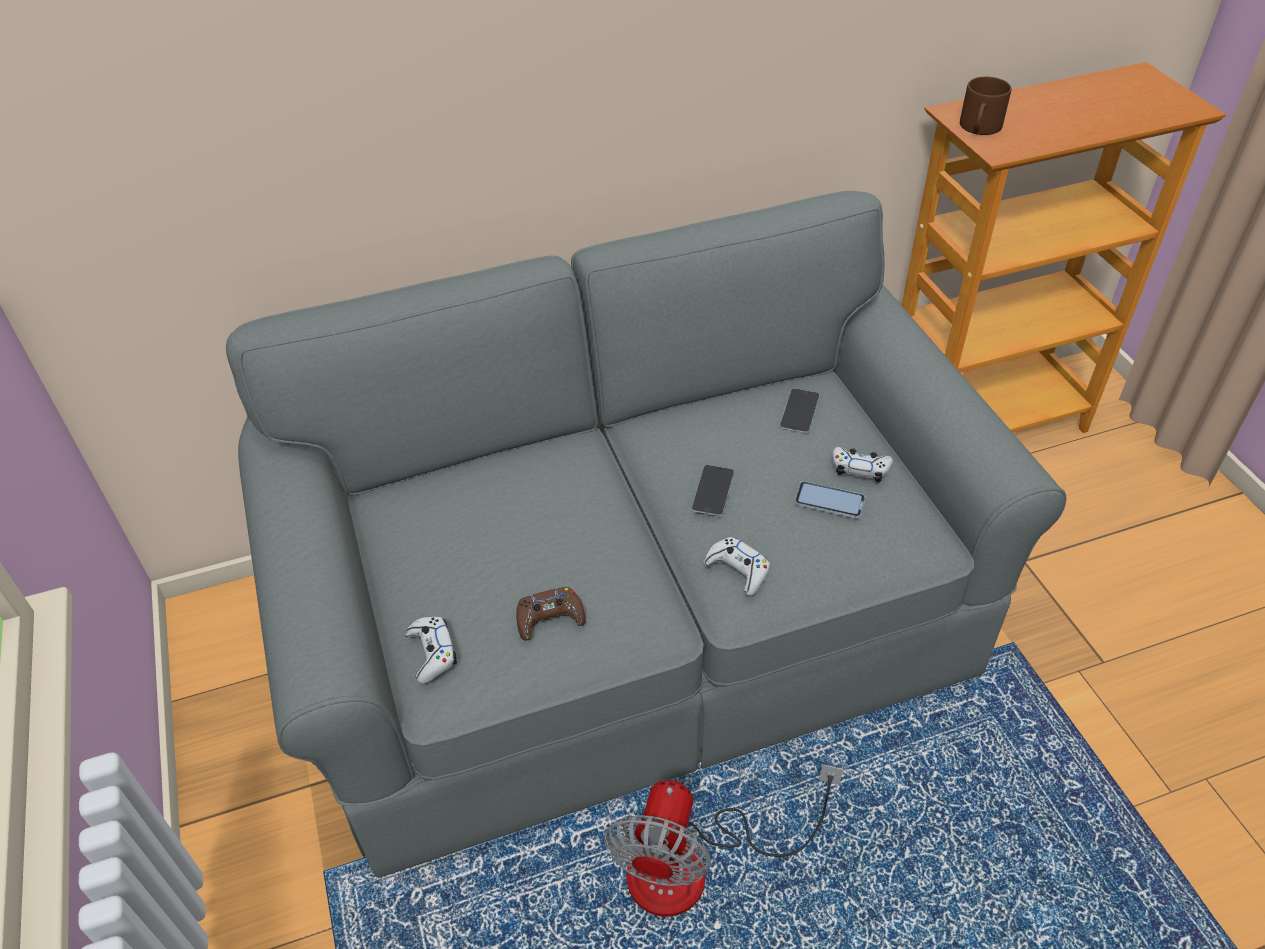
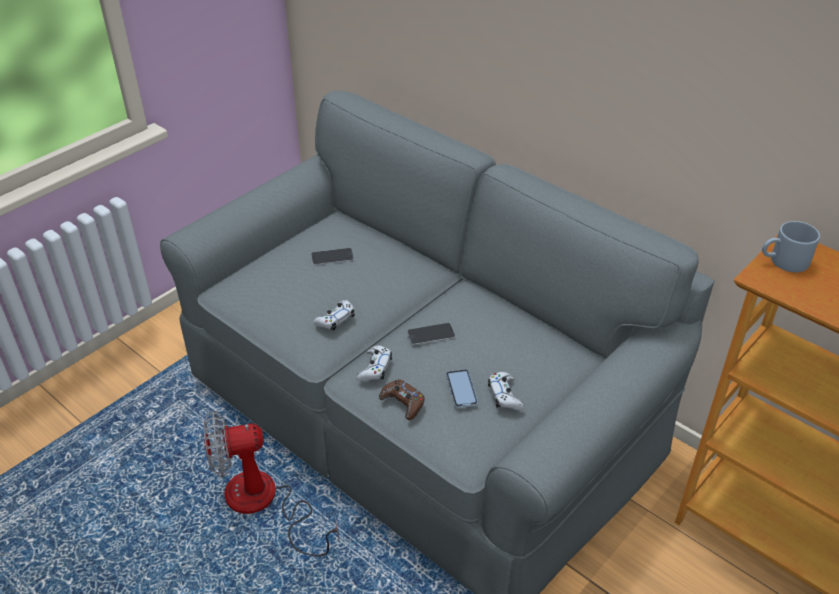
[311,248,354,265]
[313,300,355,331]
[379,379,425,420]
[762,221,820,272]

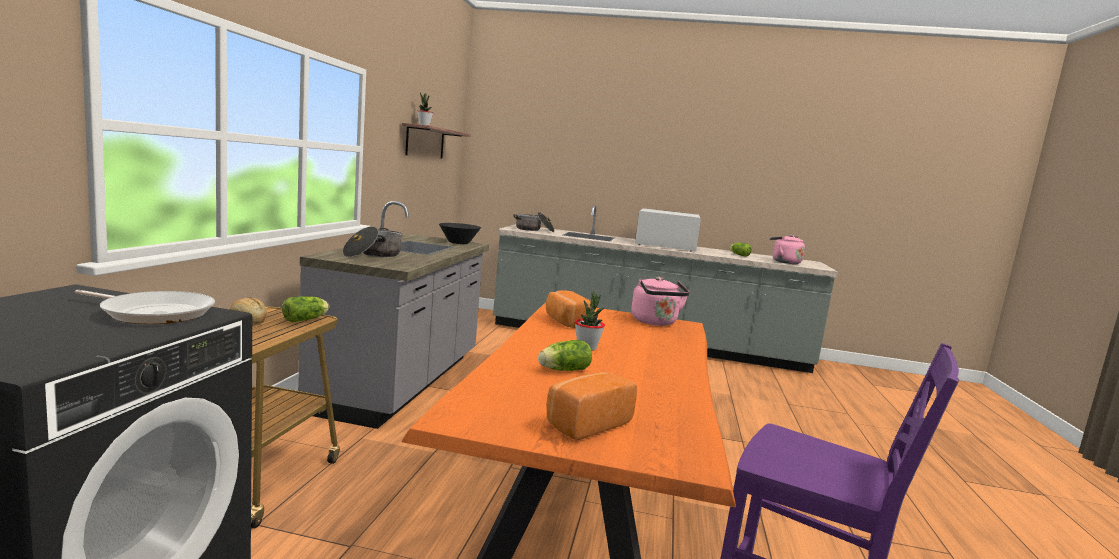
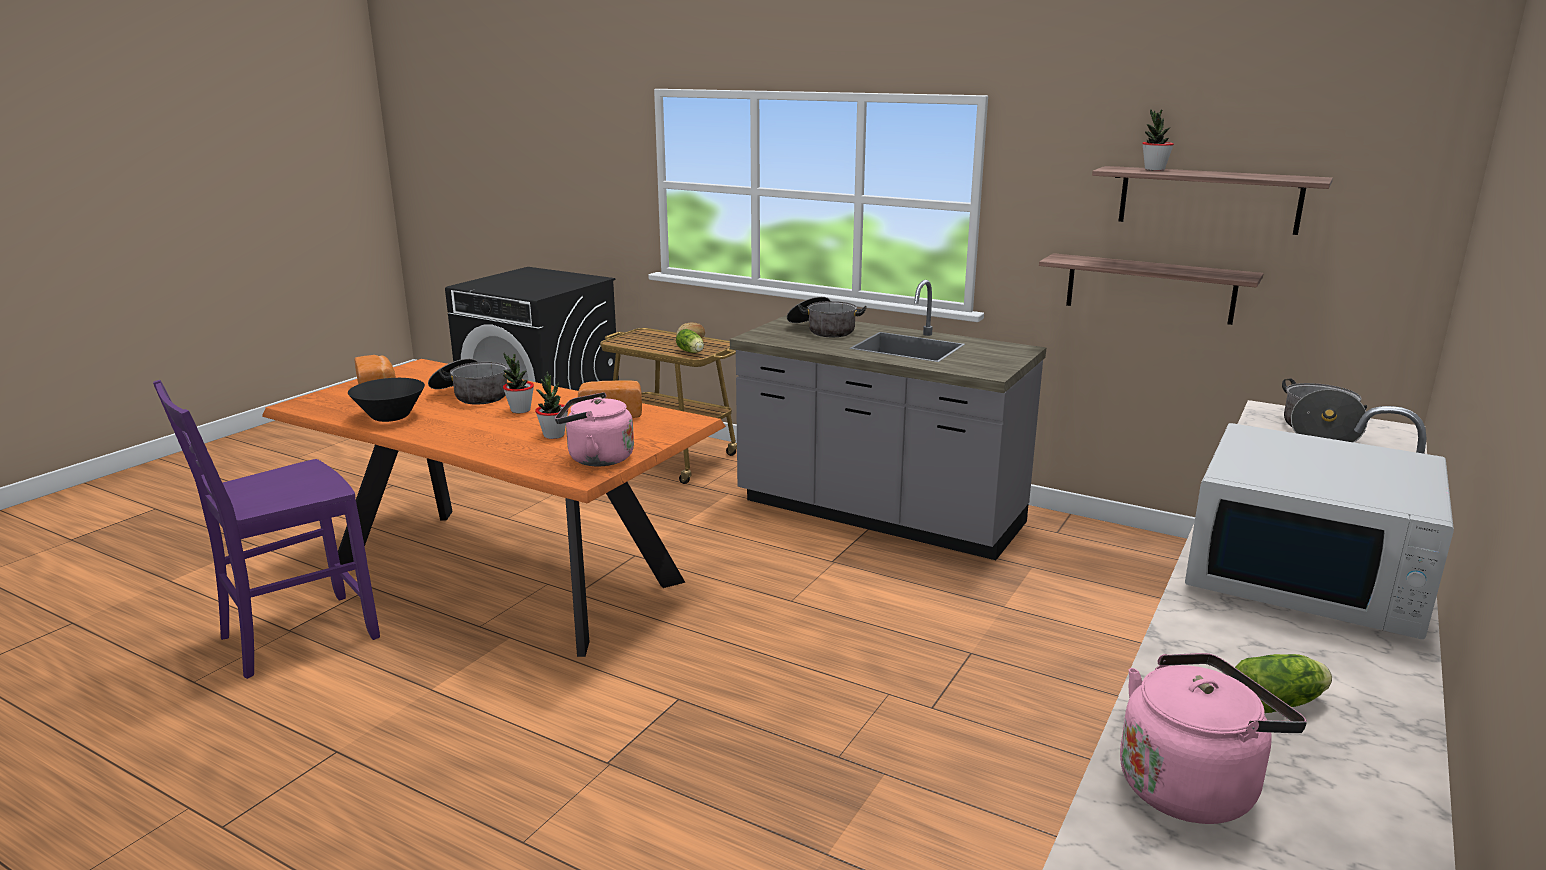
[348,378,425,422]
[428,359,512,405]
[535,372,569,439]
[1039,253,1264,325]
[1185,423,1454,639]
[75,290,215,324] (first image)

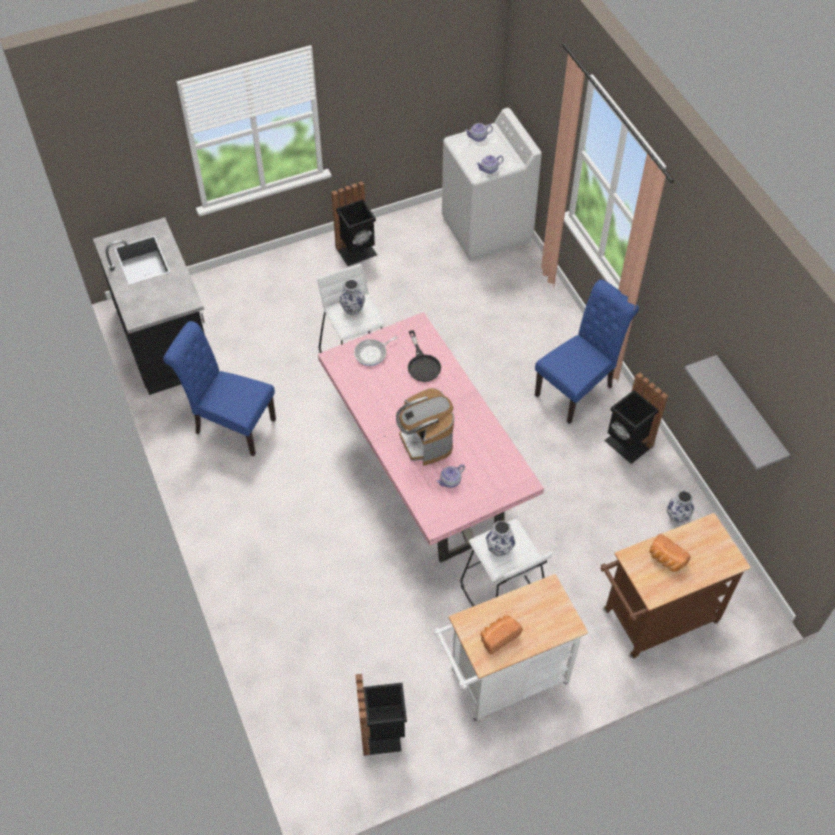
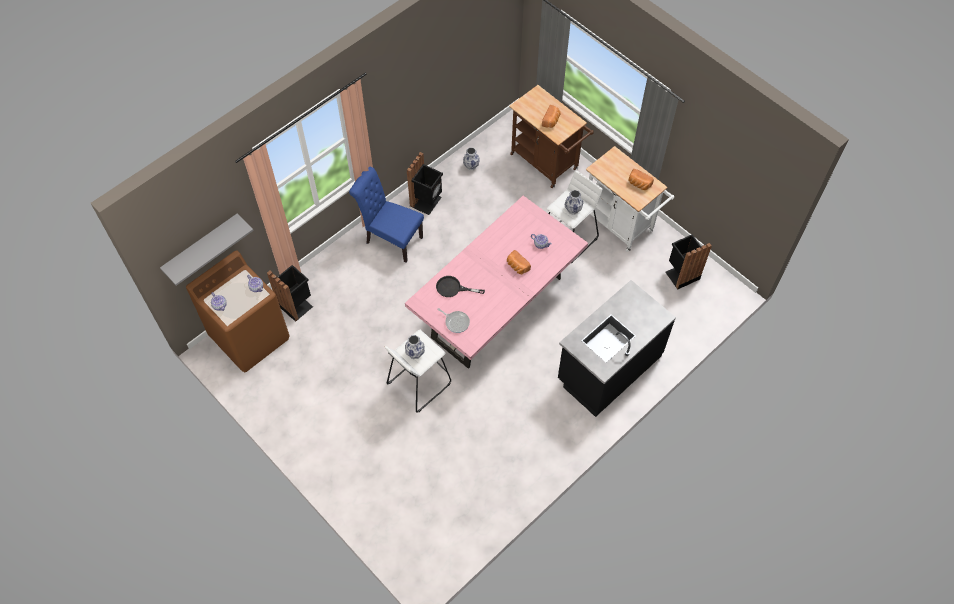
[160,214,254,286]
[186,250,290,372]
[267,265,313,322]
[436,276,485,297]
[507,250,531,274]
[558,280,676,417]
[163,321,276,456] (first image)

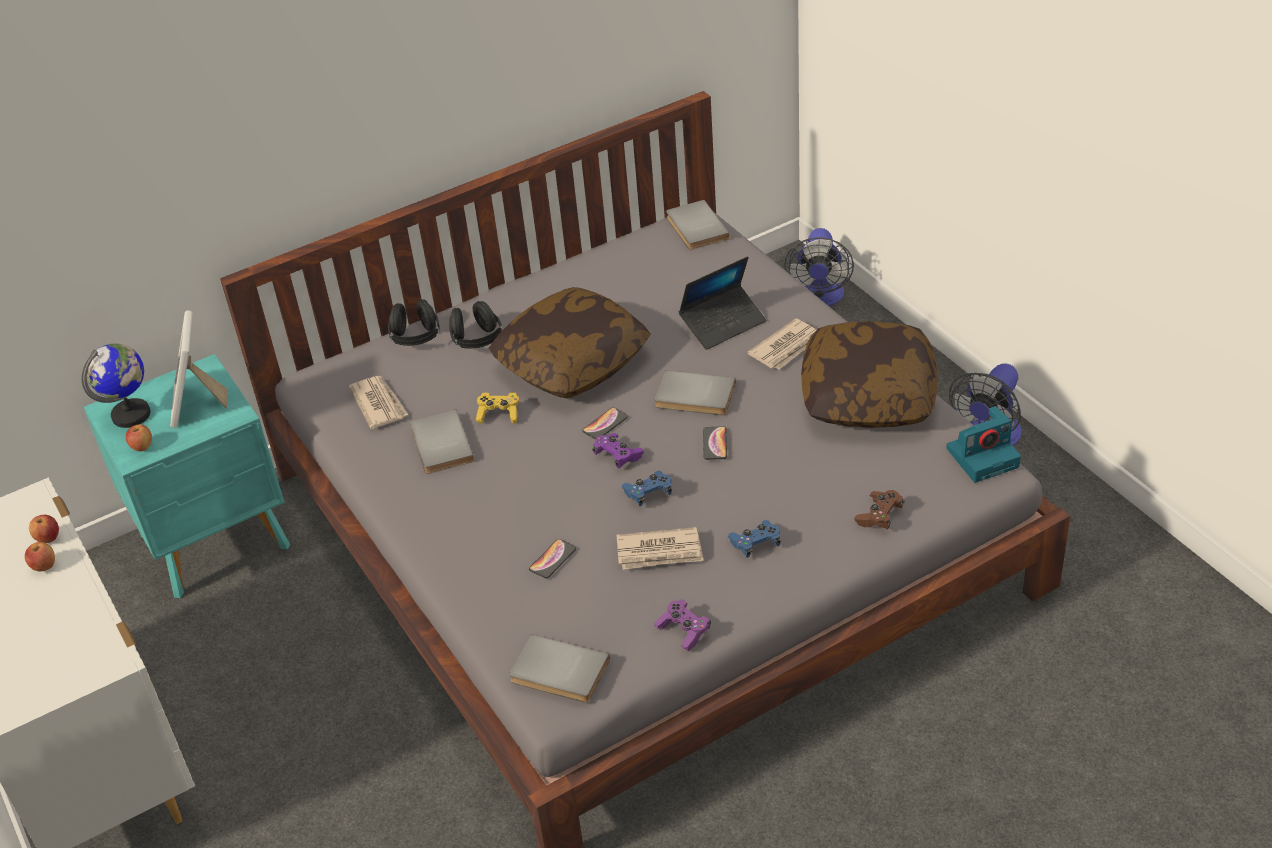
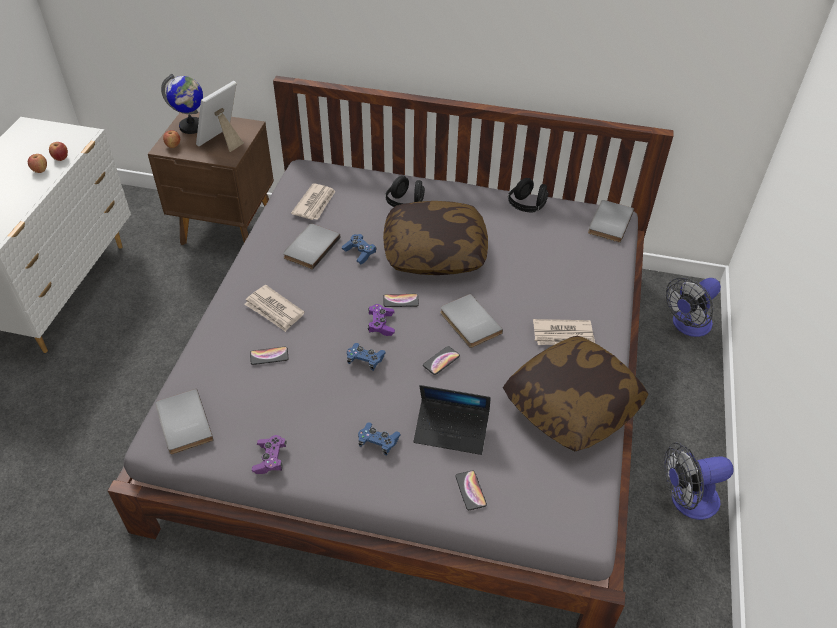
[148,112,274,245]
[244,285,304,332]
[342,234,377,264]
[414,385,491,455]
[455,471,487,510]
[508,178,549,212]
[946,406,1021,483] (first image)

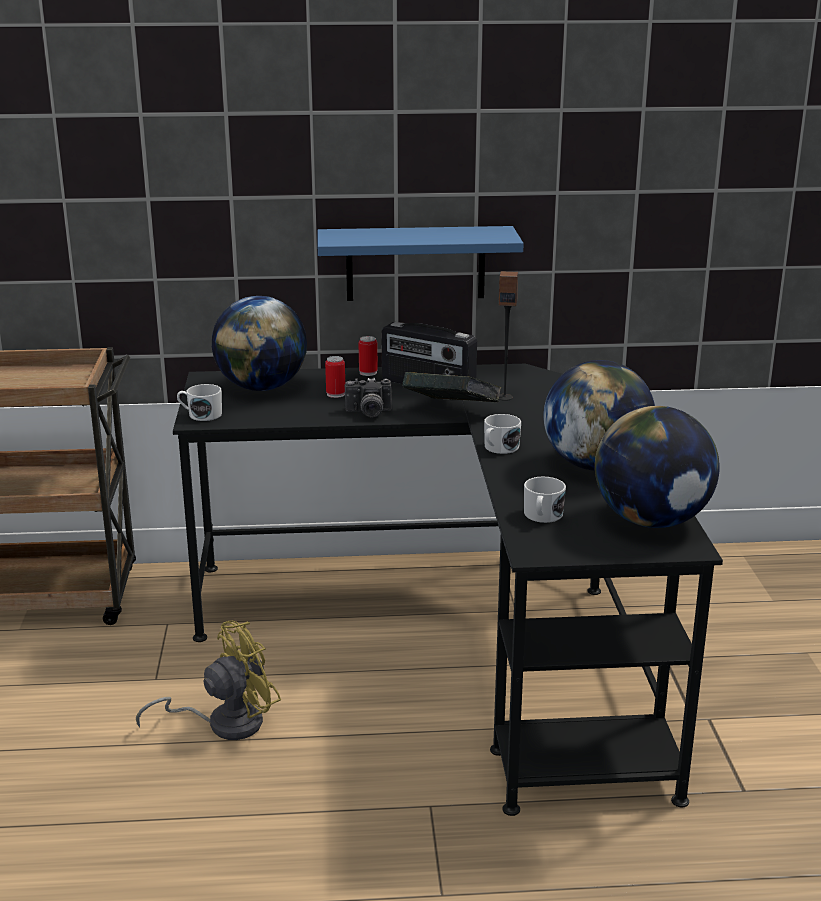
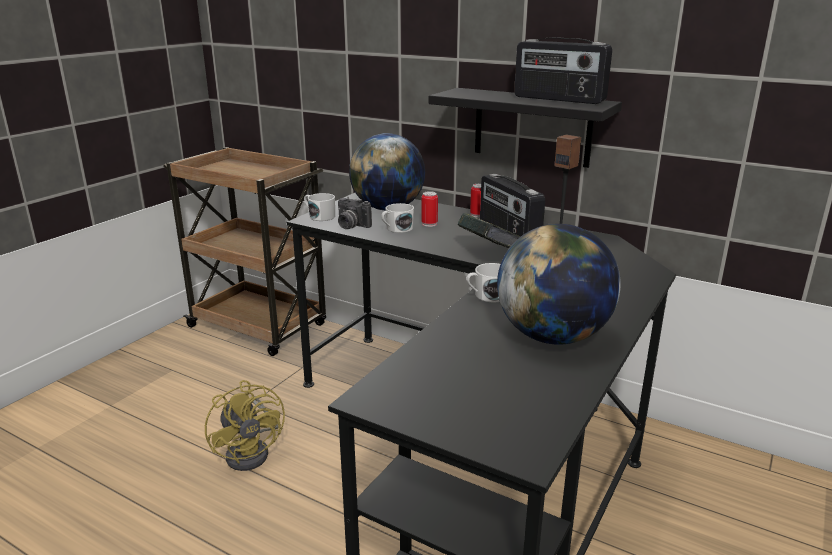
[205,380,285,471]
[338,197,372,229]
[381,203,414,233]
[429,88,622,168]
[514,37,612,104]
[595,406,720,528] (first image)

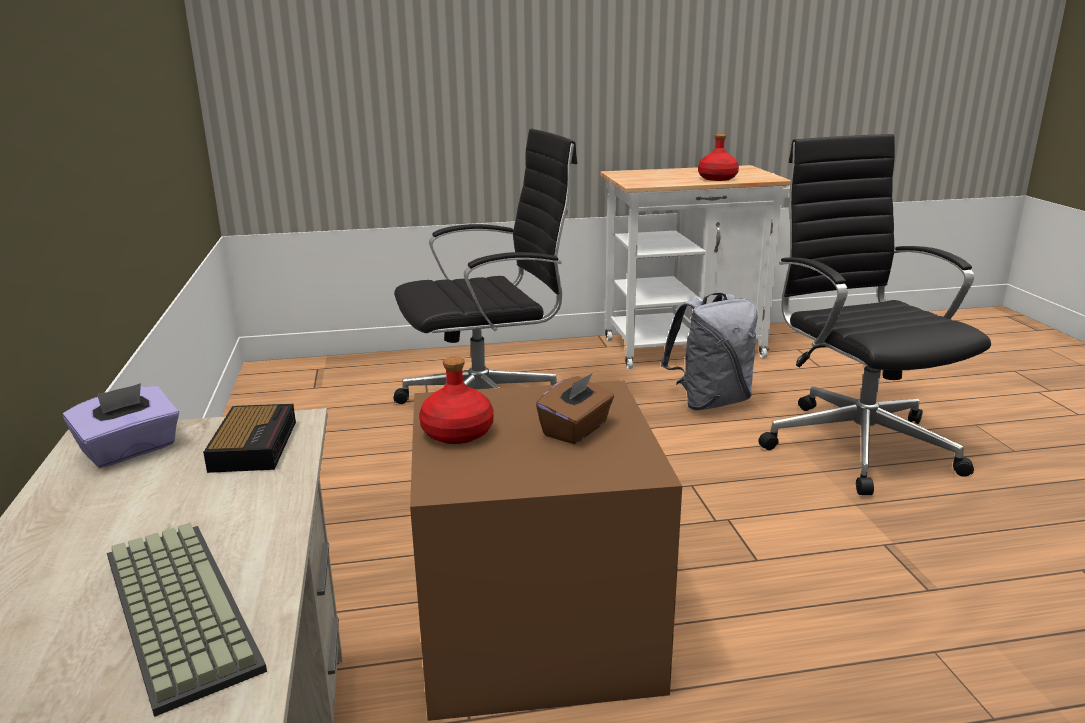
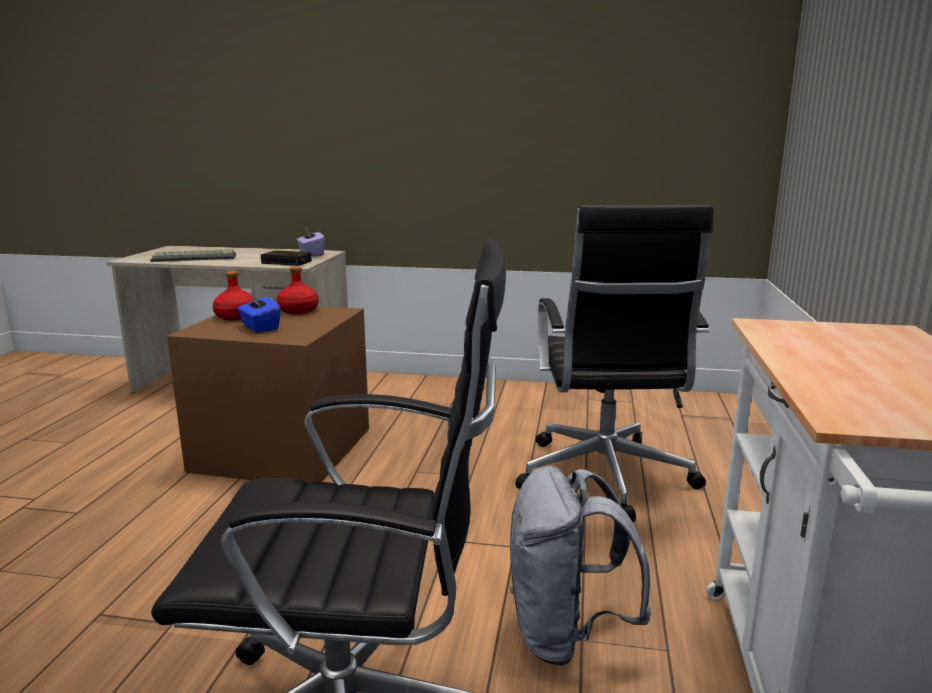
[213,271,254,321]
[237,291,281,333]

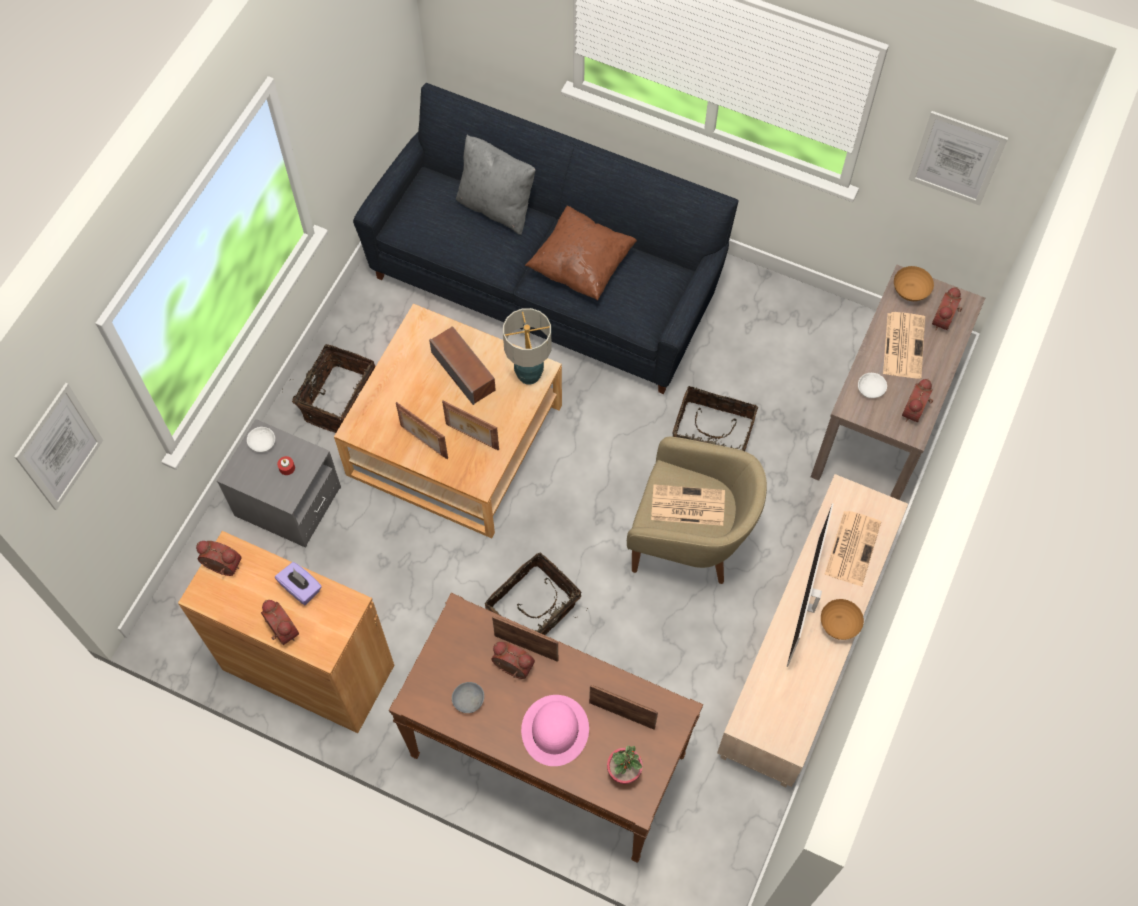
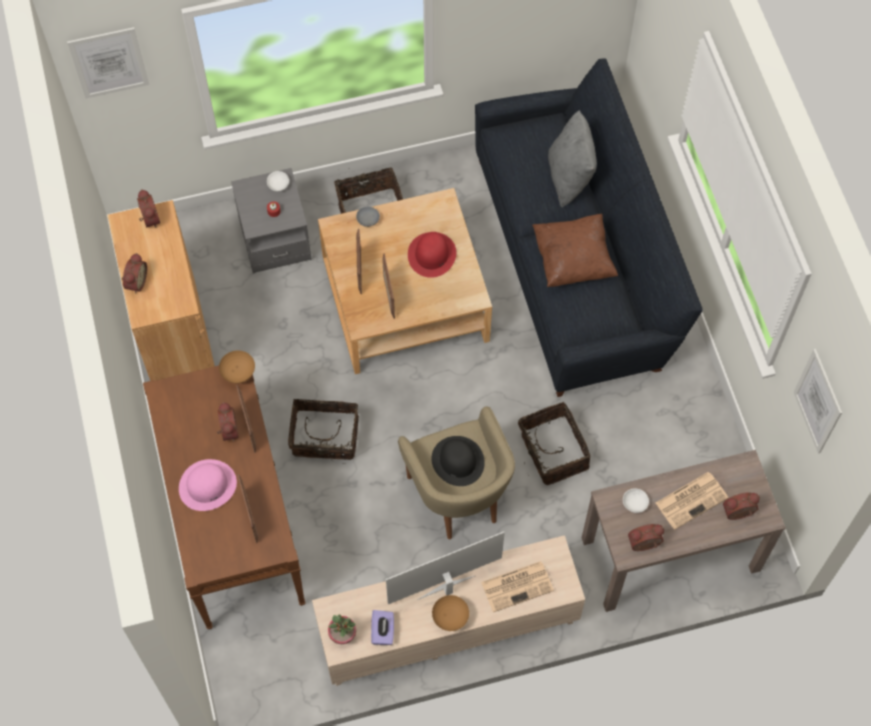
[219,351,255,384]
[328,614,356,644]
[356,206,380,227]
[371,610,394,645]
[408,232,457,278]
[431,436,485,486]
[503,308,552,385] (first image)

